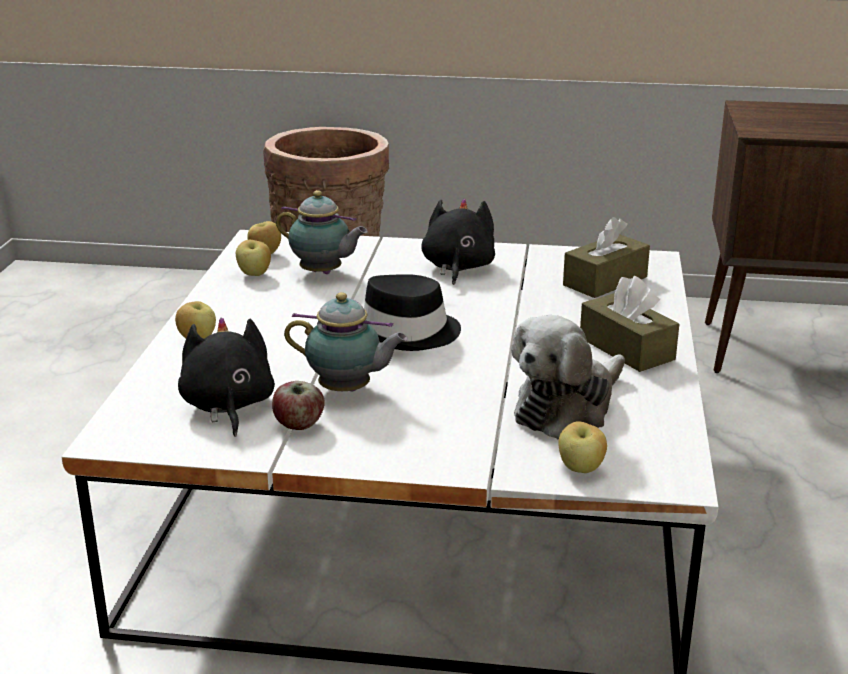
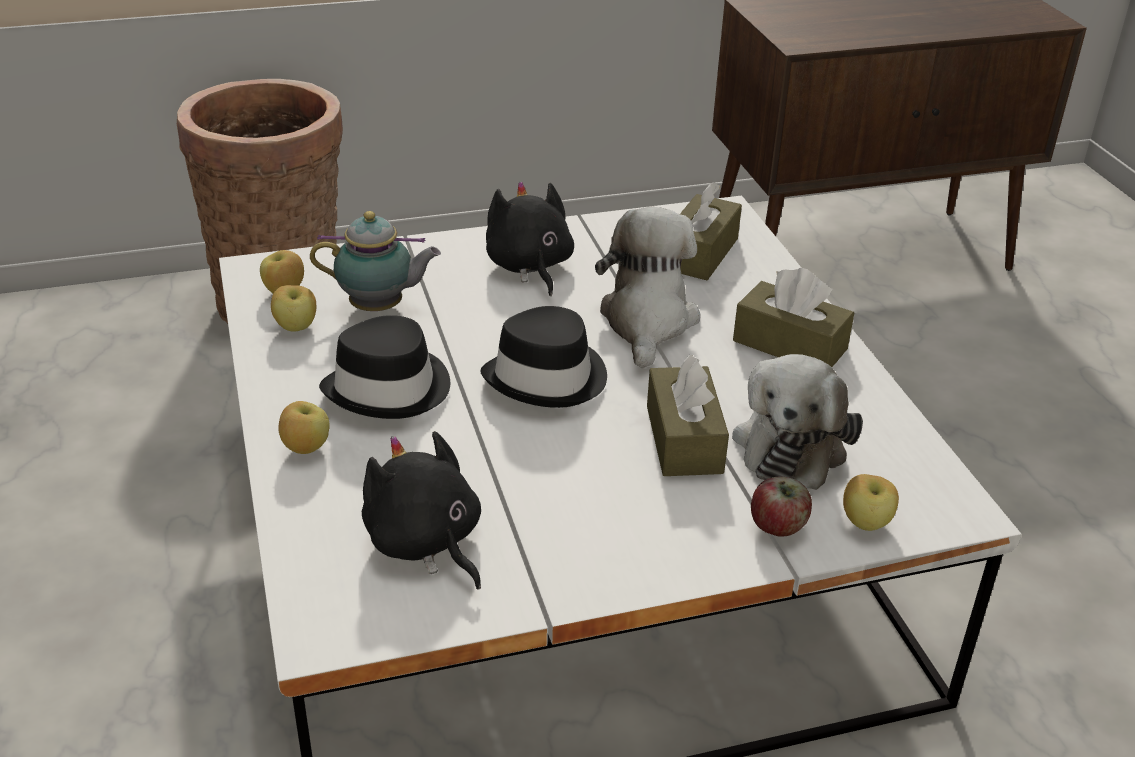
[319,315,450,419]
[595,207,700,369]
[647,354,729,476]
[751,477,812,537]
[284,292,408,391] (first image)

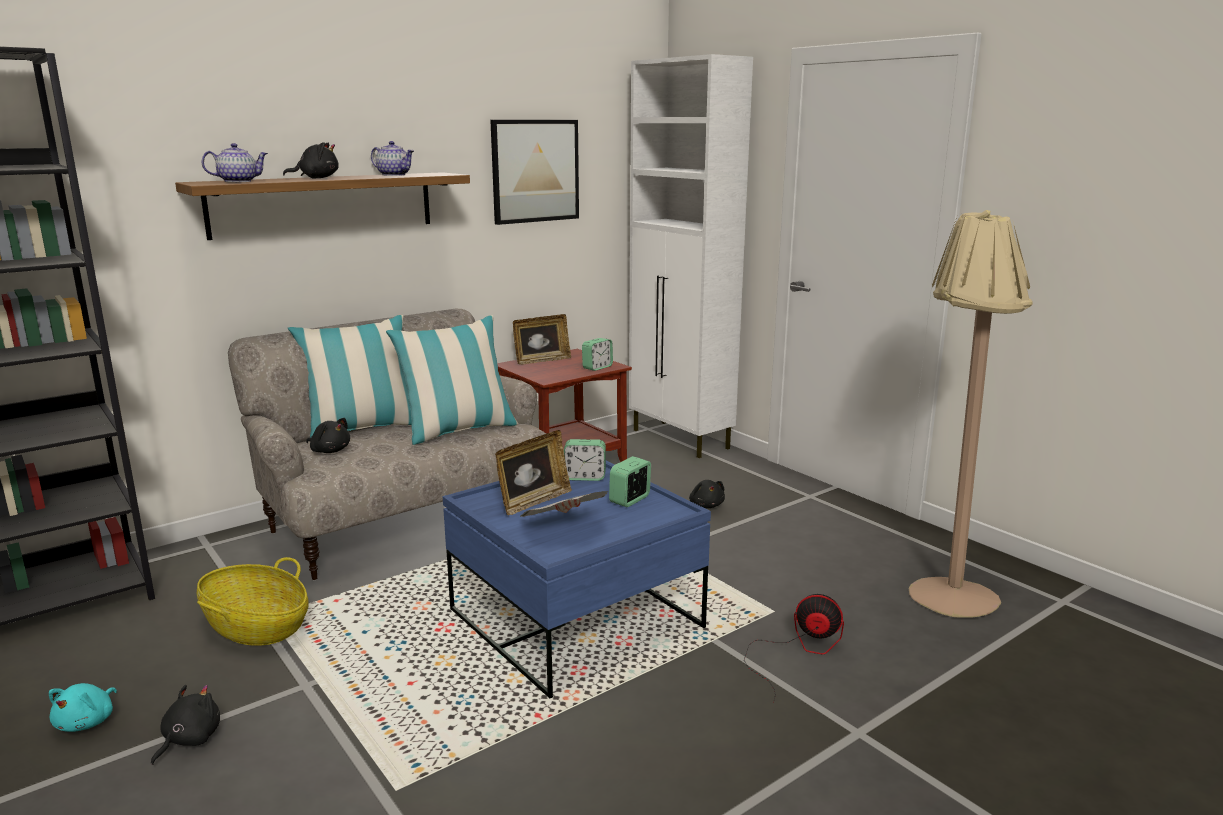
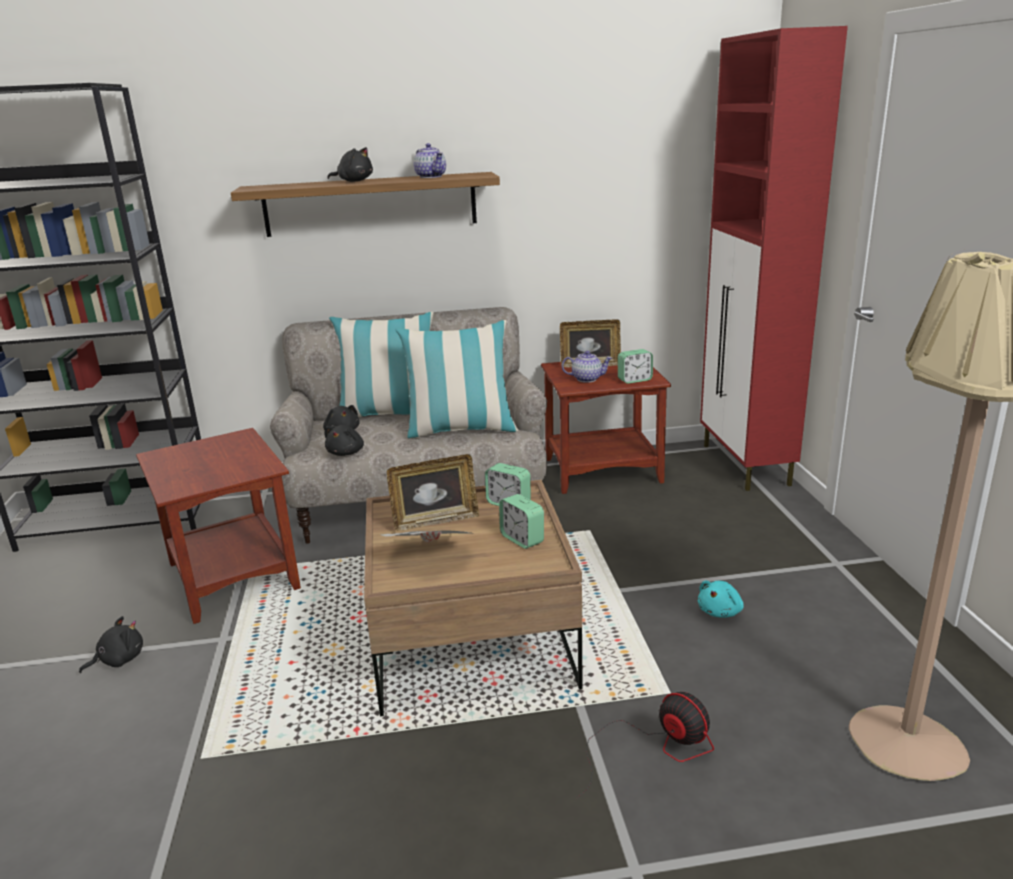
[136,428,301,624]
[324,425,364,456]
[364,480,583,716]
[499,494,544,549]
[562,351,612,383]
[698,580,744,618]
[700,26,848,491]
[490,120,579,225] (first image)

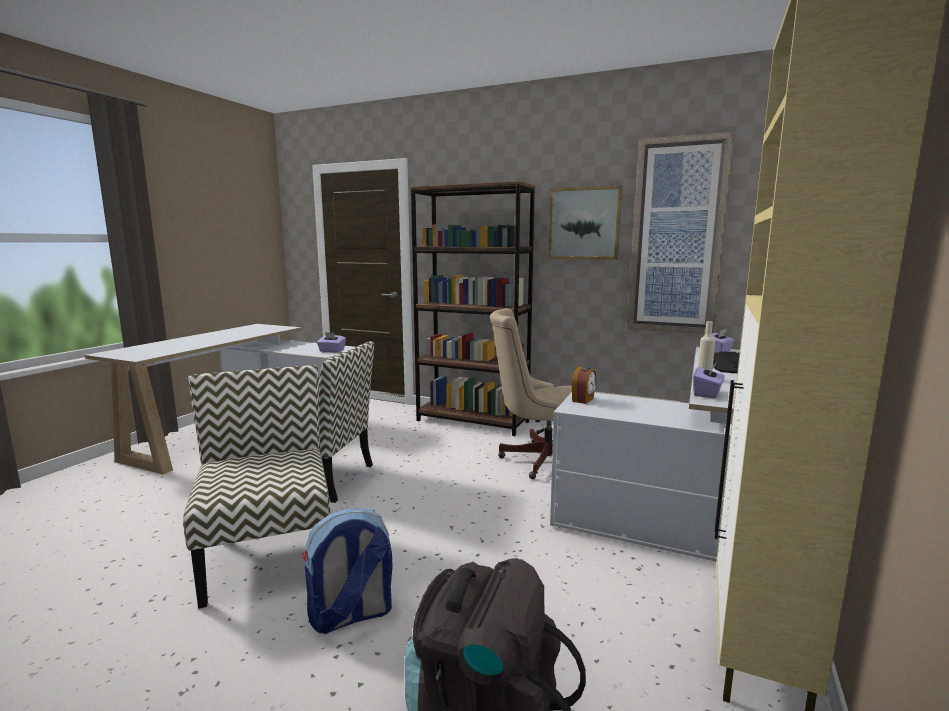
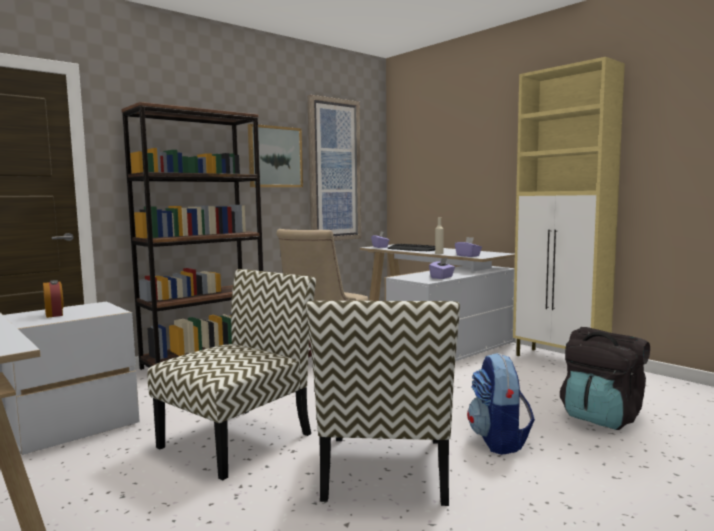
[43,280,64,318]
[306,301,460,506]
[429,257,455,279]

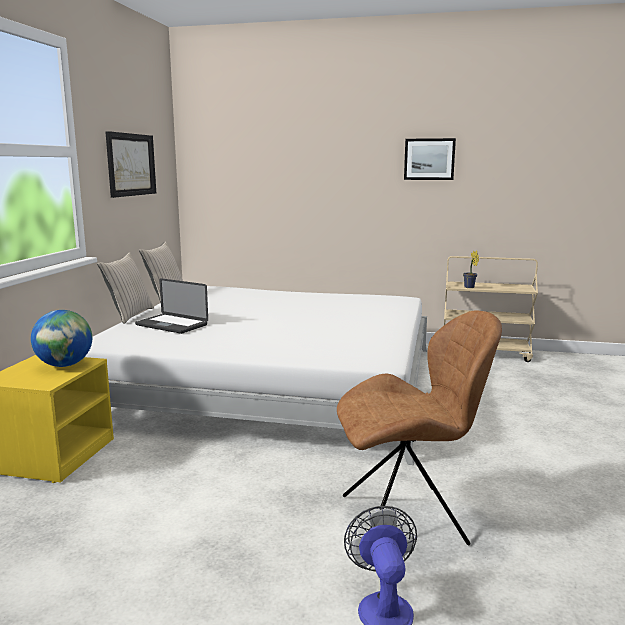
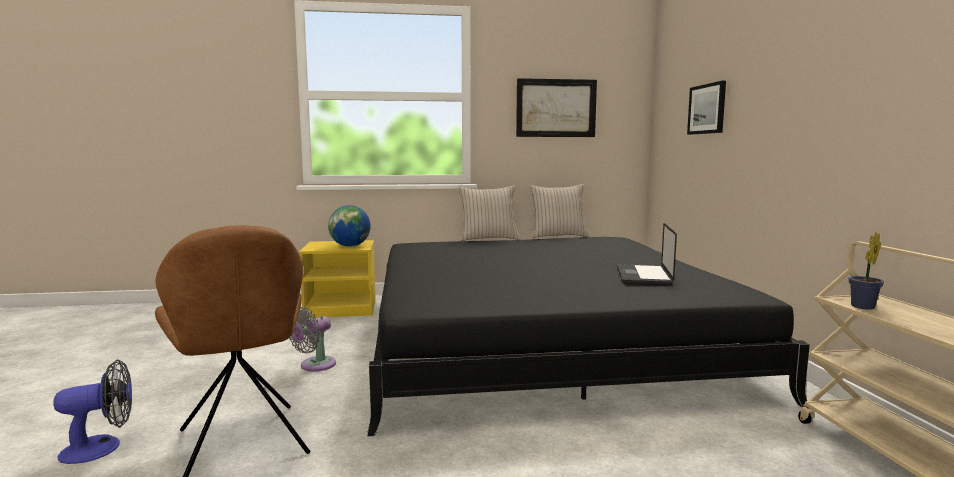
[289,307,336,371]
[367,237,810,437]
[617,223,677,286]
[687,81,726,135]

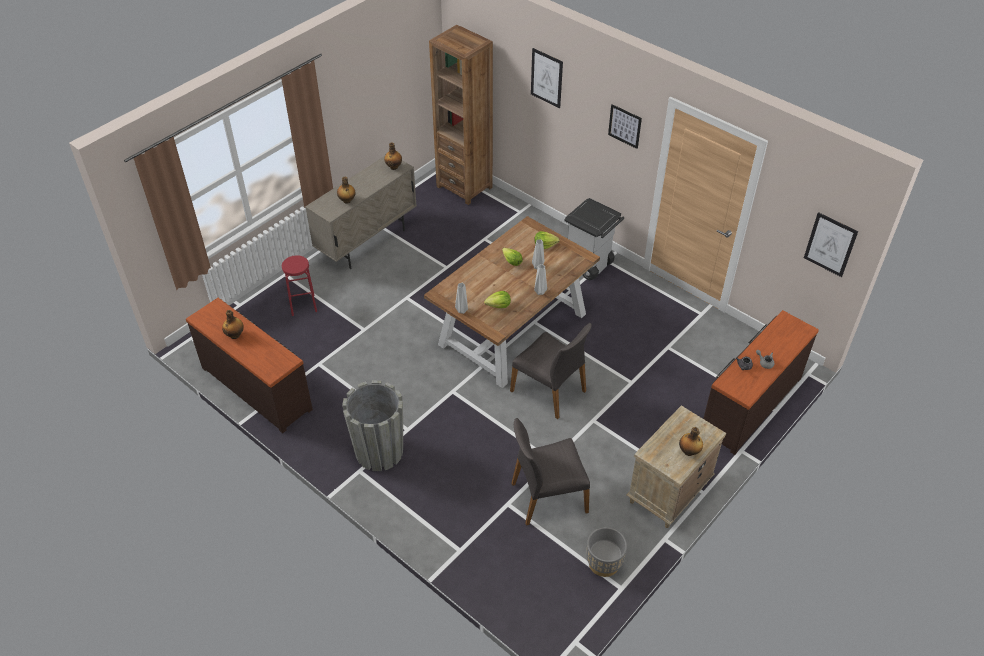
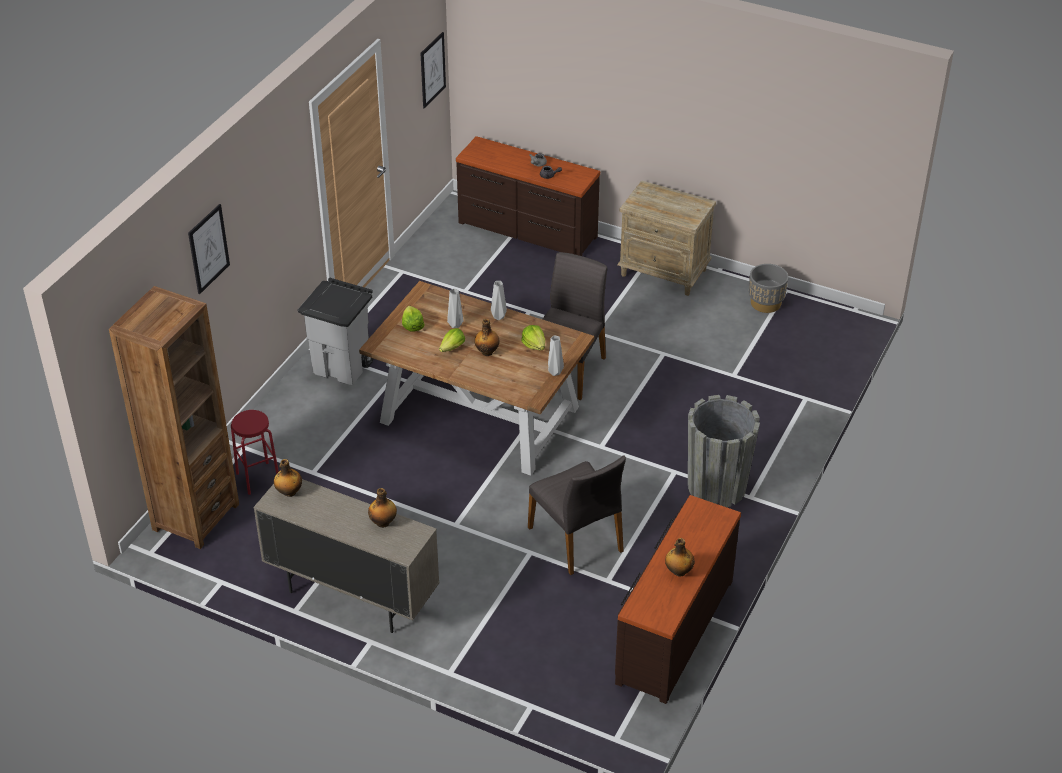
[231,410,279,495]
[474,319,499,356]
[528,455,626,575]
[608,104,642,149] (first image)

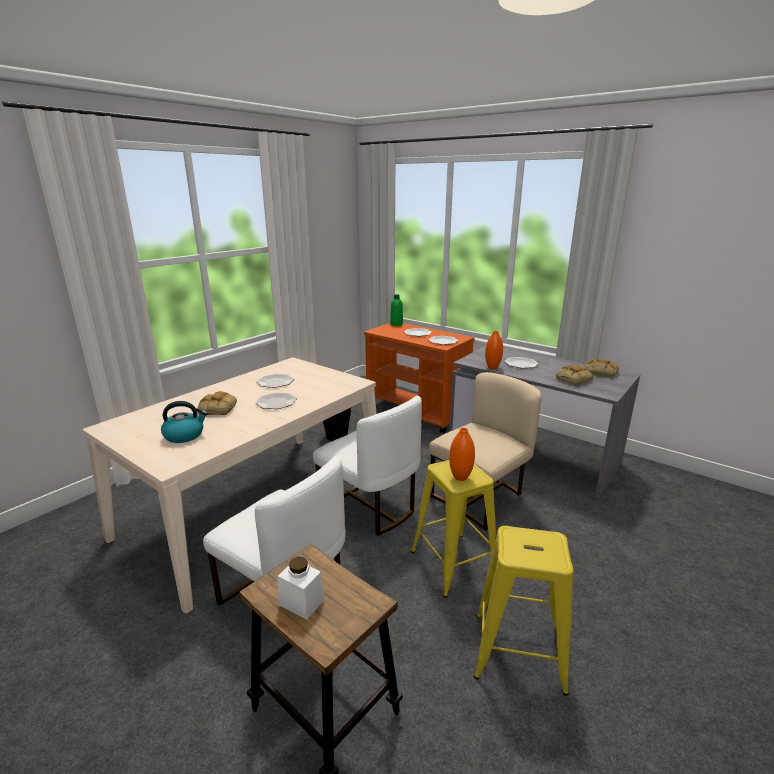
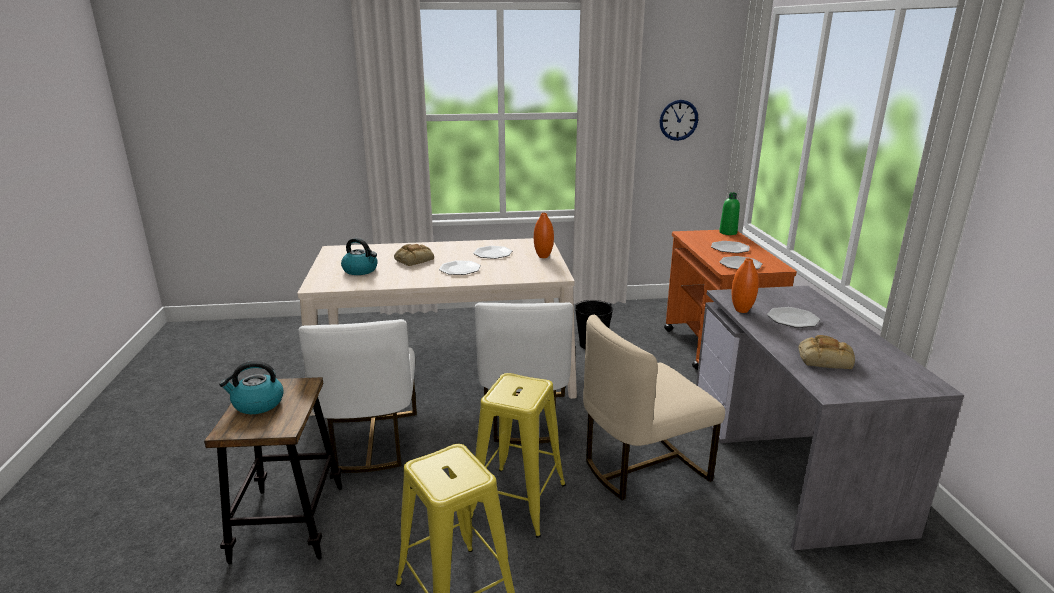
[219,361,284,414]
[534,213,554,258]
[583,315,725,500]
[659,100,698,141]
[585,359,619,377] (first image)

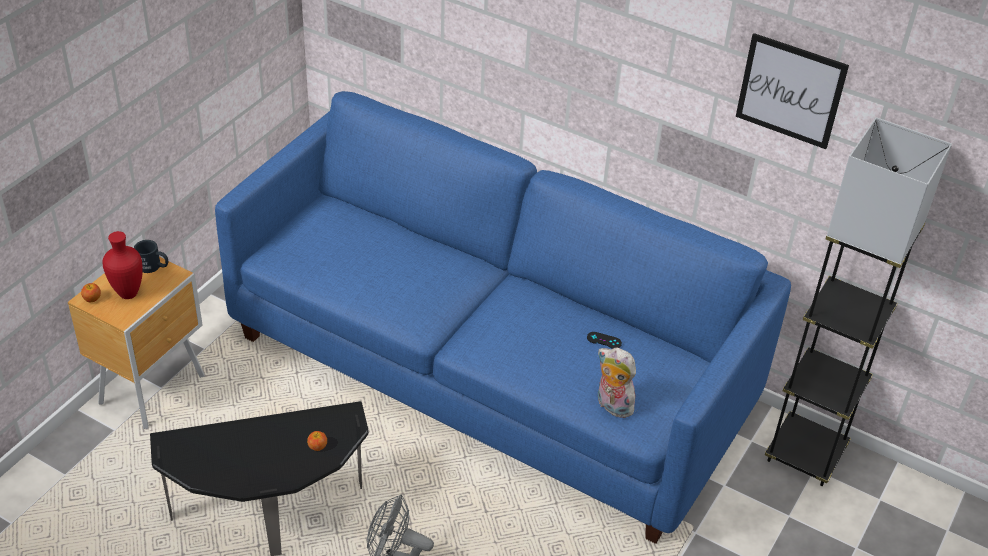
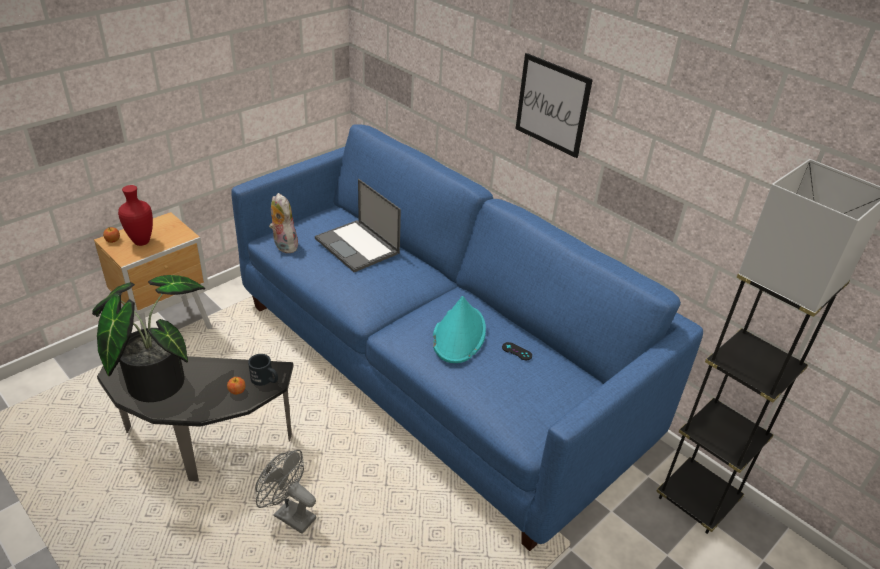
[92,275,205,402]
[248,354,278,386]
[269,193,298,253]
[315,179,401,272]
[433,296,486,363]
[516,53,593,158]

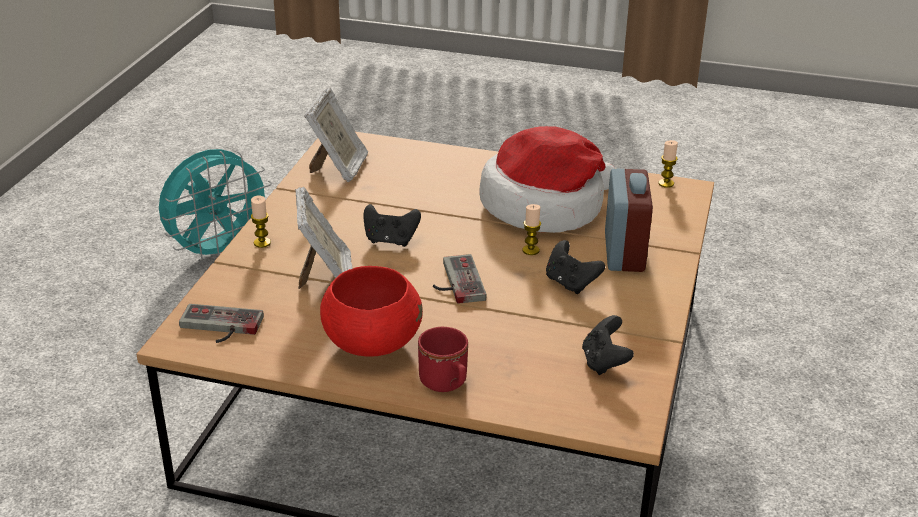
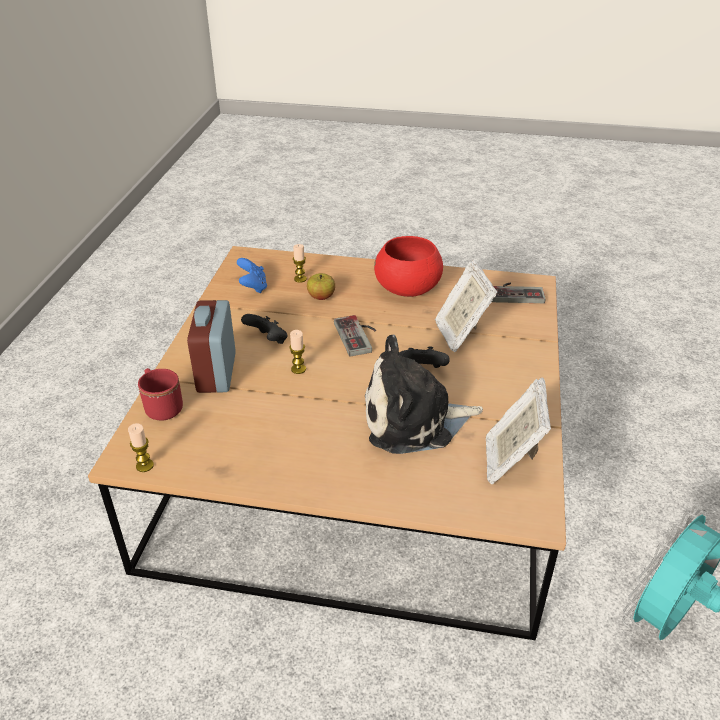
[138,368,183,421]
[237,258,267,293]
[293,244,307,283]
[307,273,335,300]
[365,334,483,454]
[479,126,615,233] (first image)

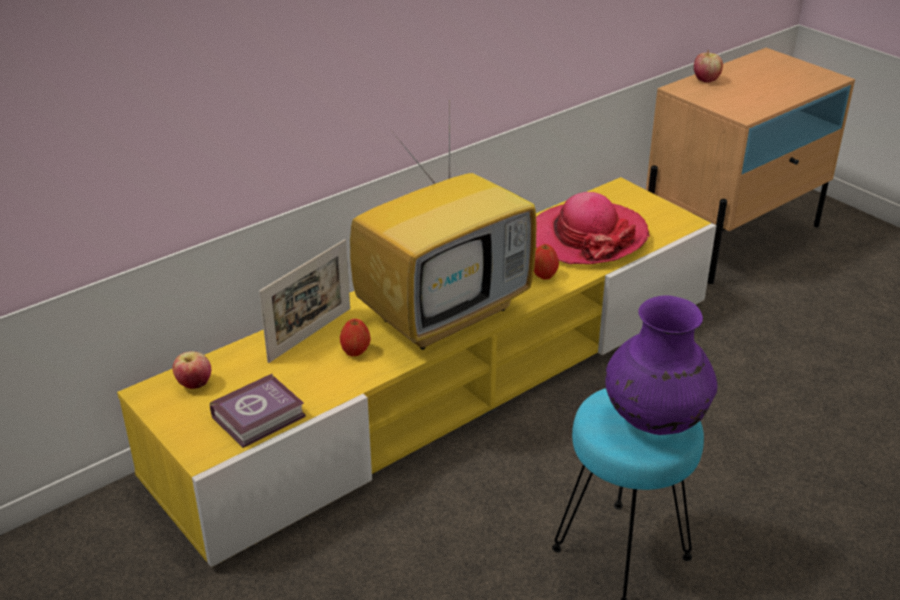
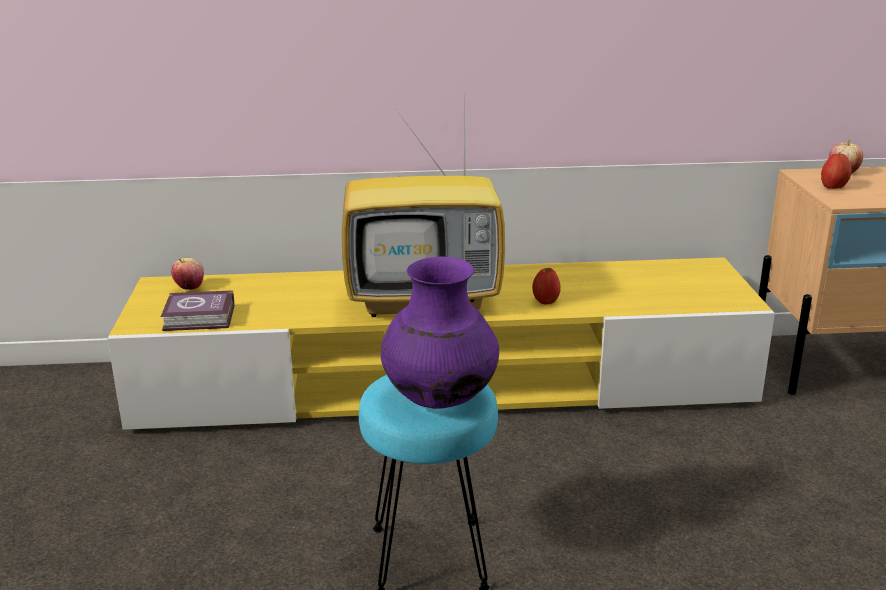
[821,153,851,189]
[259,239,350,363] (first image)
[536,192,650,264] (first image)

